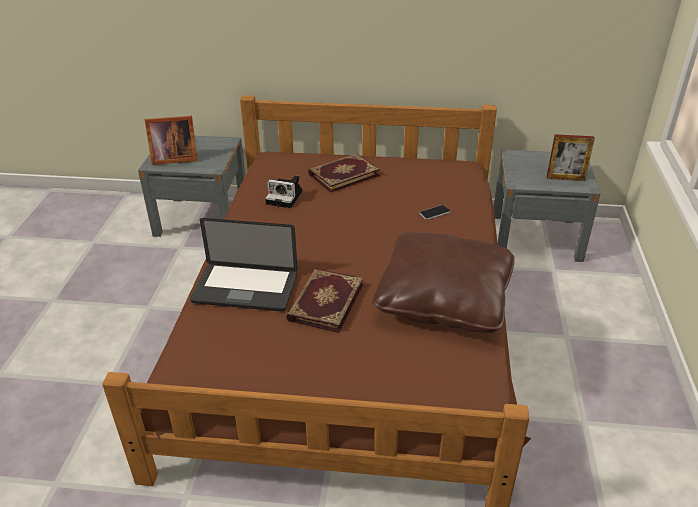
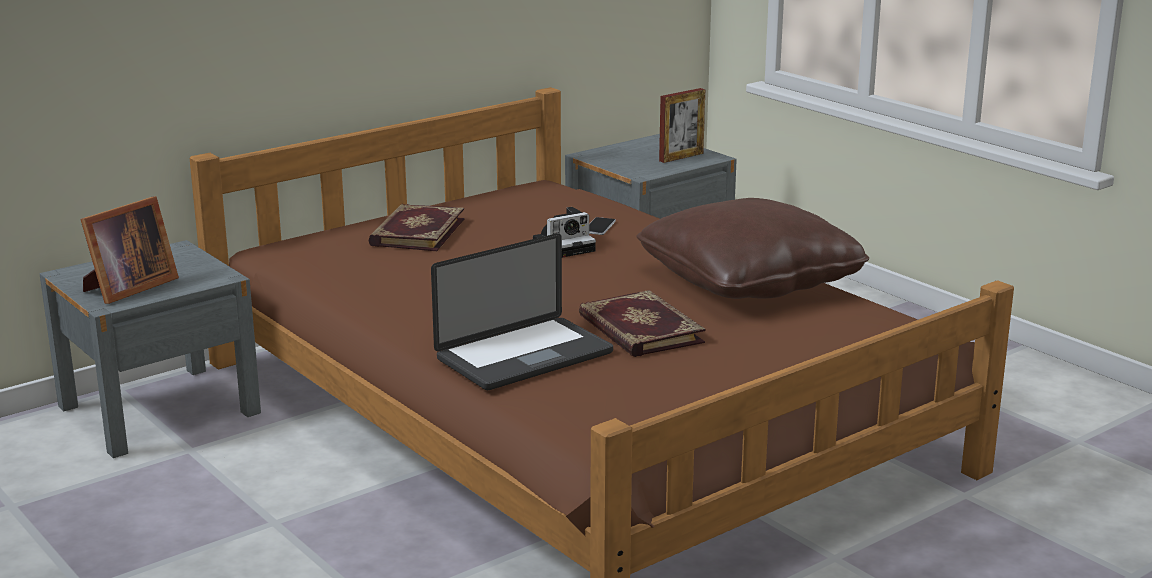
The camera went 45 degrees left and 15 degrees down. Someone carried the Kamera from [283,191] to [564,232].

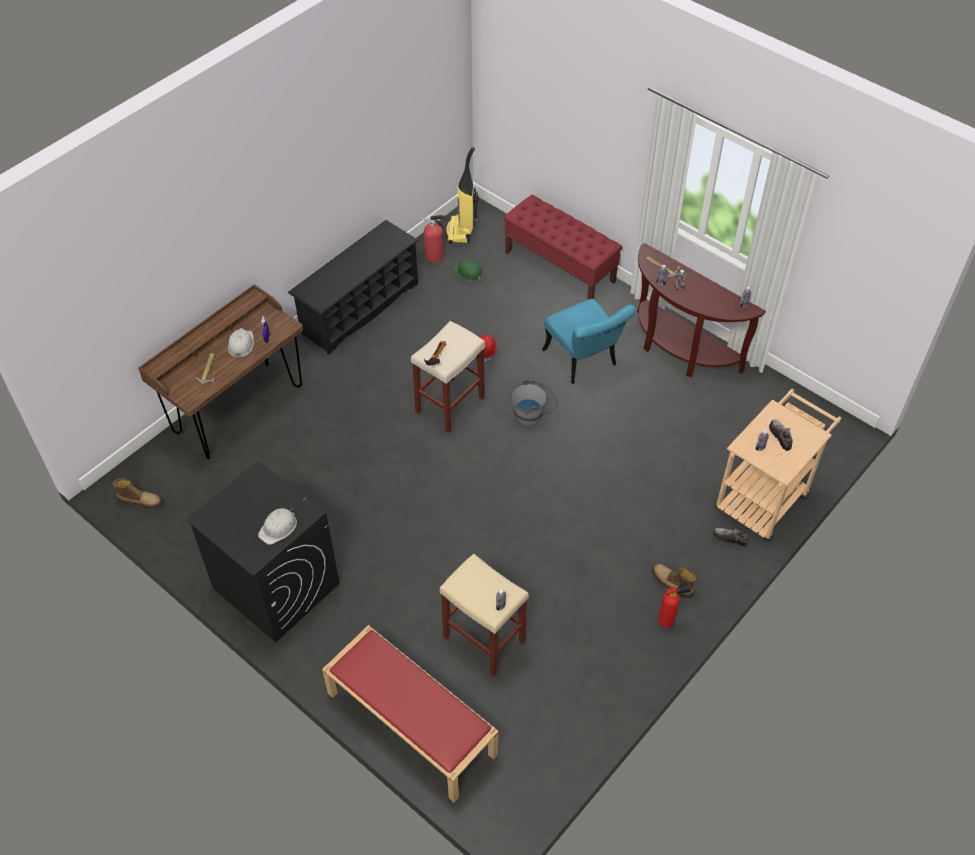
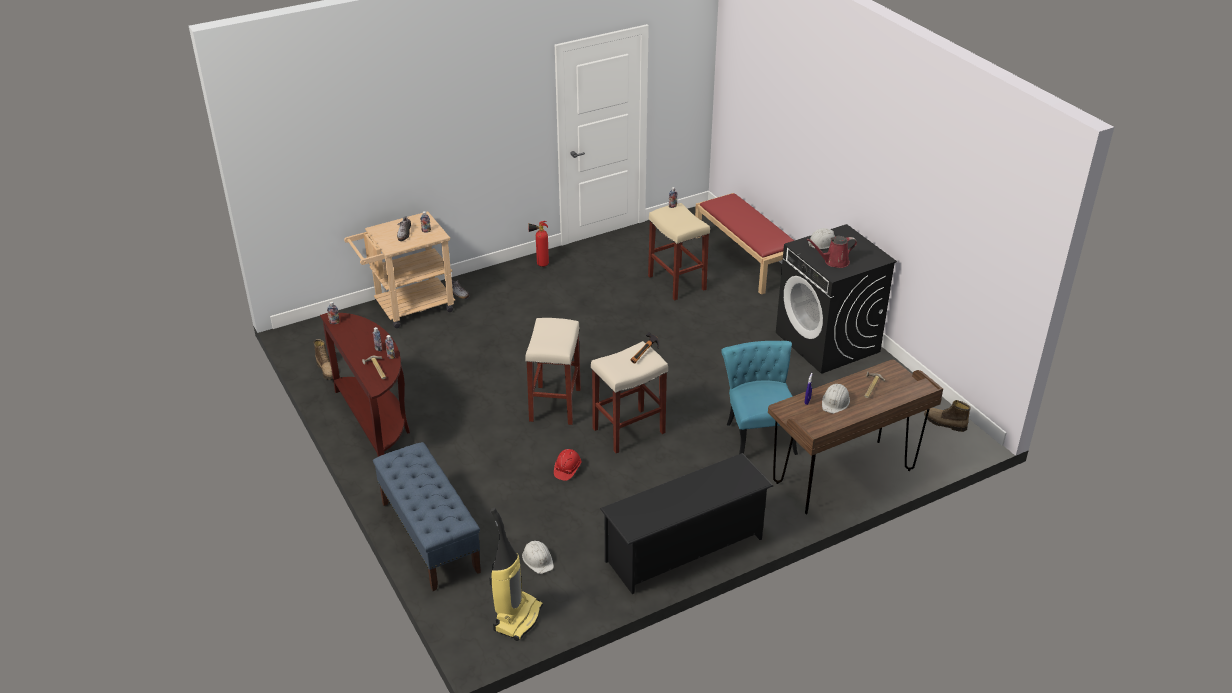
The camera went 160 degrees left and 15 degrees down. Someone carried the Stiefel from [674,581] to [323,359]. Someone repainted the Bank [rot] at [562,247], which became the Bank [blau] at [427,516]. Someone repainted the Schutzhelm [grün] at [468,270], which became the Schutzhelm [weiß] at [538,557]. Someone swapped the Eimer [grau] at [534,403] for the Hocker [beige] at [553,371]. Someone carried the Stuhl [türkis] from [589,341] to [759,398]. Someone put down the Gießkanne [rot] at [832,252]. Someone took away the Feuerlöscher at [436,238].

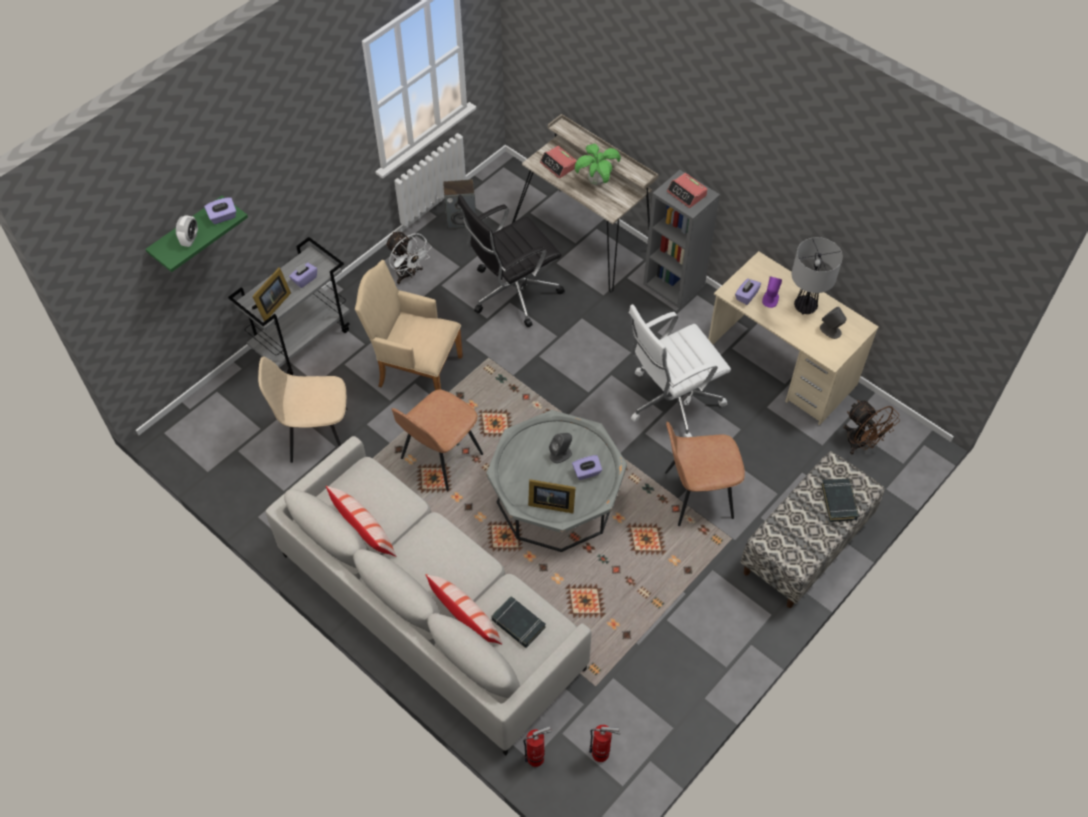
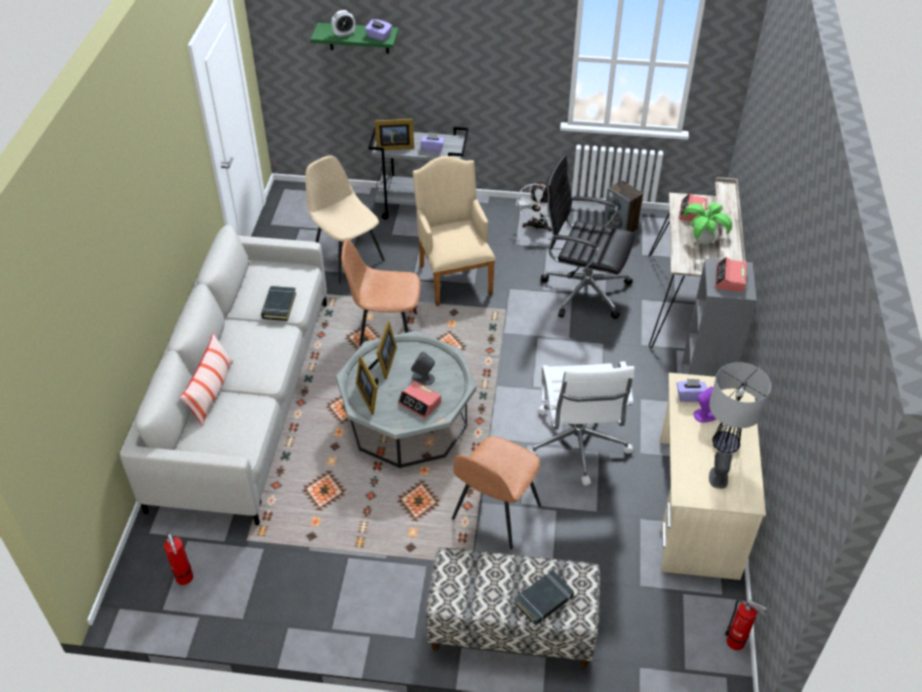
The camera went 55 degrees right and 10 degrees down. Someone carried the Buch [schwarz] from [518,622] to [278,303]. Someone put down the Bilderrahmen at [382,350]. Someone swapped the Taschentuchbox [lila] at [587,467] for the Wecker at [419,400]. Someone rotated the Stuhl [braun] at [705,473] by 105 degrees counterclockwise. Someone rotated the Bürostuhl [weiß] at [680,370] by 120 degrees counterclockwise. Someone carried the Feuerlöscher from [538,746] to [746,625]. Someone took away the Kissen at [361,521]. Someone took away the Ventilator [braun] at [871,427].

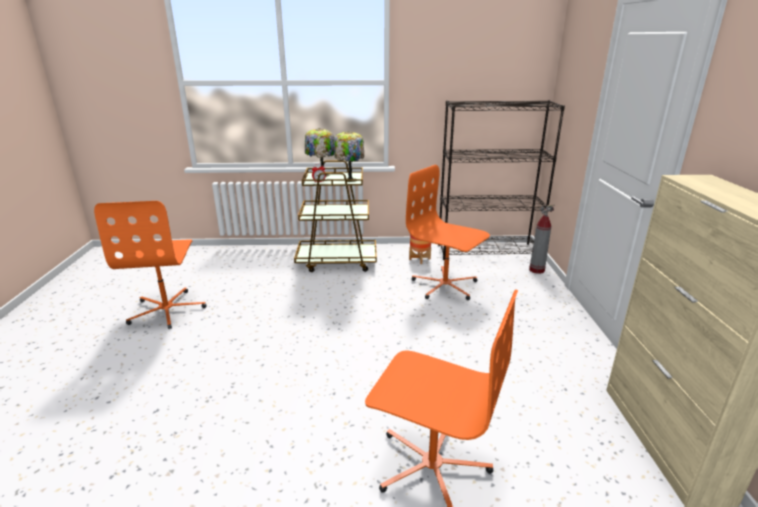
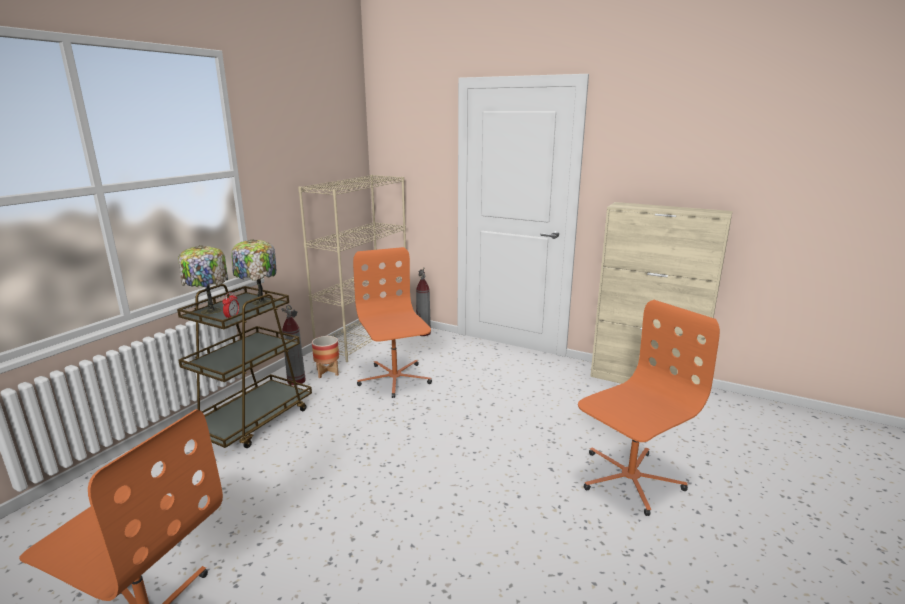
The camera went 60 degrees left and 5 degrees down. Someone put down the Feuerlöscher at [293,345]. Someone repainted the Bücherregal [schwarz] at [501,180], which became the Bücherregal [beige] at [352,268]. Someone rotated the Bürostuhl [orange] at [448,232] by 90 degrees clockwise.

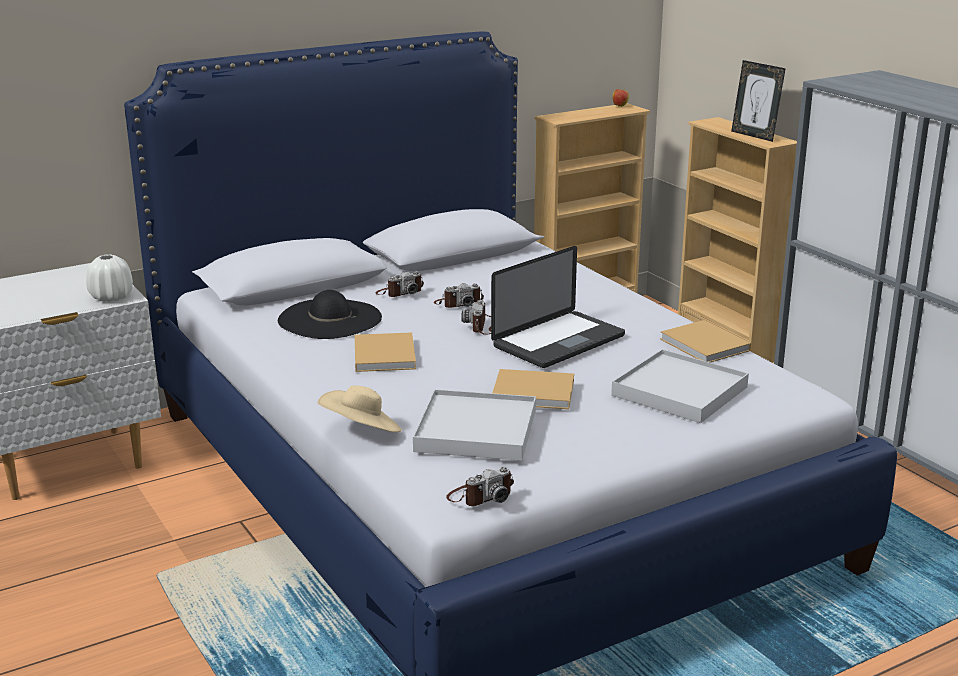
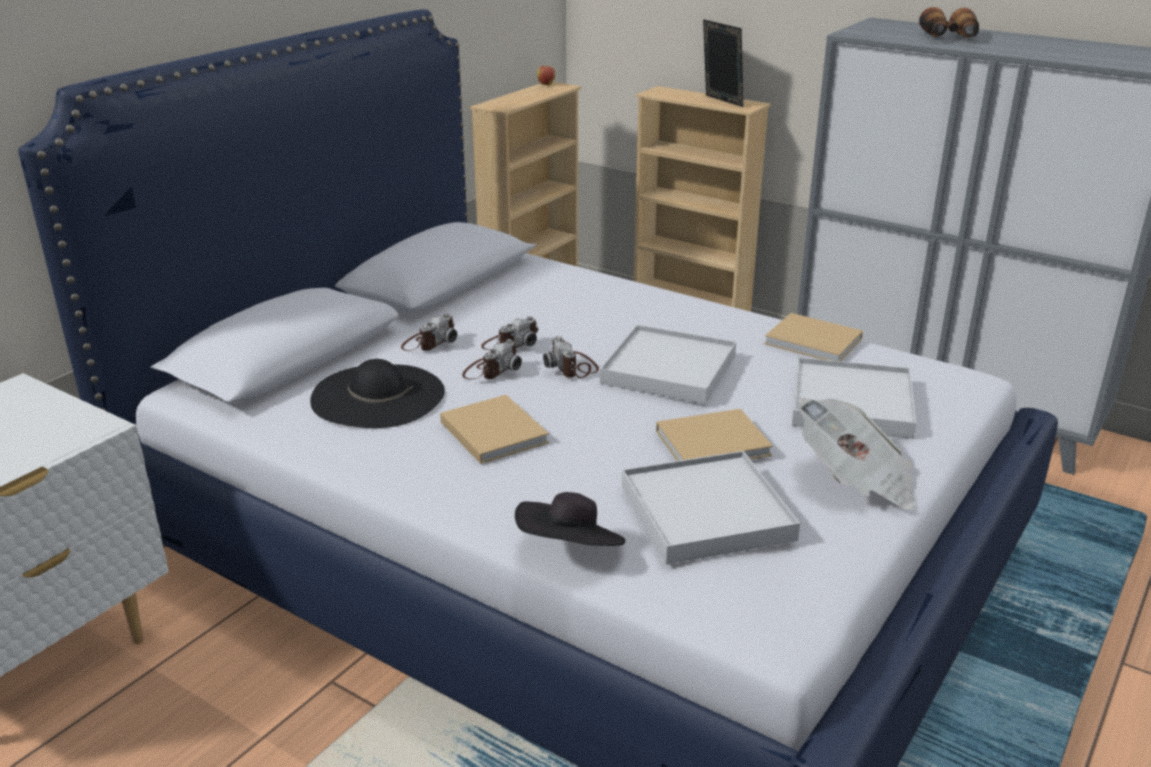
The camera went 25 degrees left and 5 degrees up. Someone carried the Kamera from [480,486] to [492,359]. Someone repainted the Hut [beige] at [359,408], which became the Hut [schwarz] at [570,519]. Someone swapped the Laptop at [558,307] for the Tablett [weiß] at [668,364]. Someone rotated the Bilderrahmen at [758,101] by 150 degrees counterclockwise. Someone put down the Zeitung at [856,454]. Someone put down the Fernglas at [949,22]. Someone took away the Vase [weiß] at [109,278].

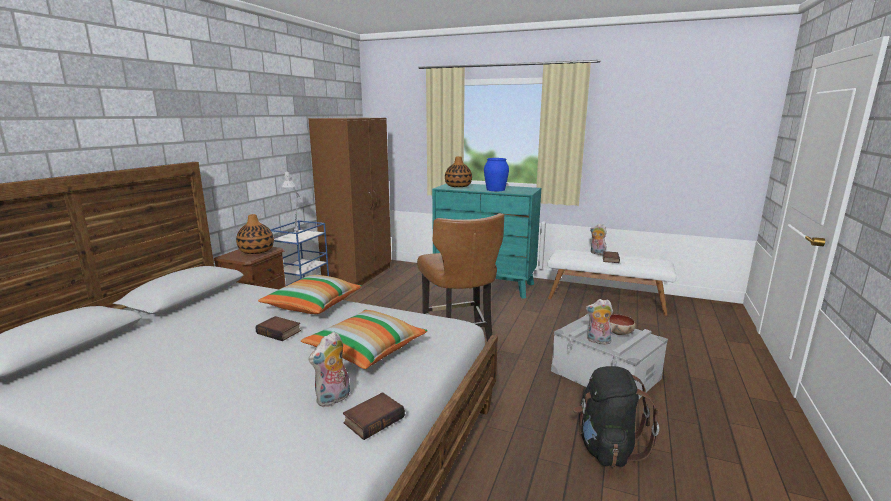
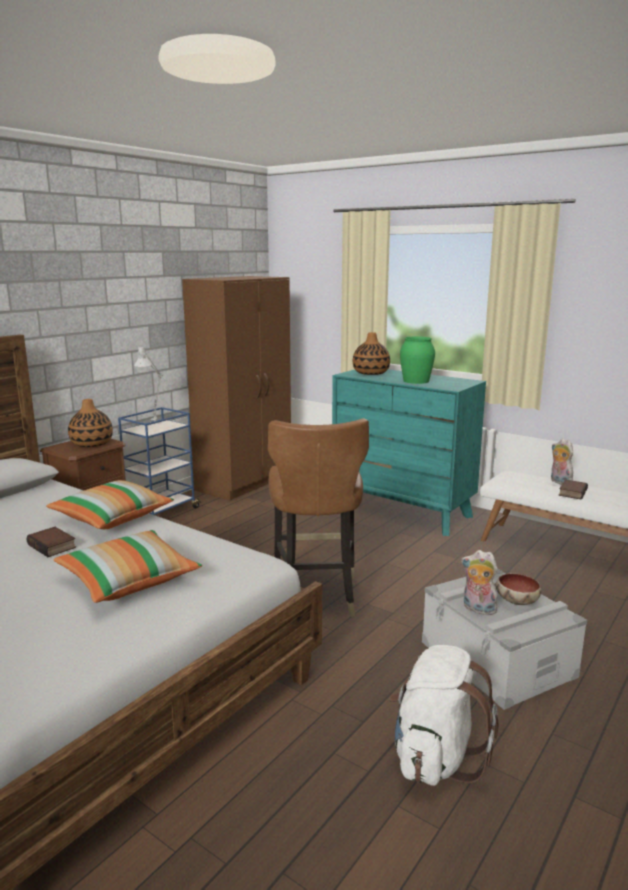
The camera went 15 degrees right and 0 degrees up. Someone repainted the Rucksack [schwarz] at [616,416], which became the Rucksack [weiß] at [444,715]. Someone repainted the Vase [blau] at [496,174], which became the Vase [grün] at [417,360]. Someone took away the Plüschtier at [329,369]. Someone took away the Buch at [374,416].

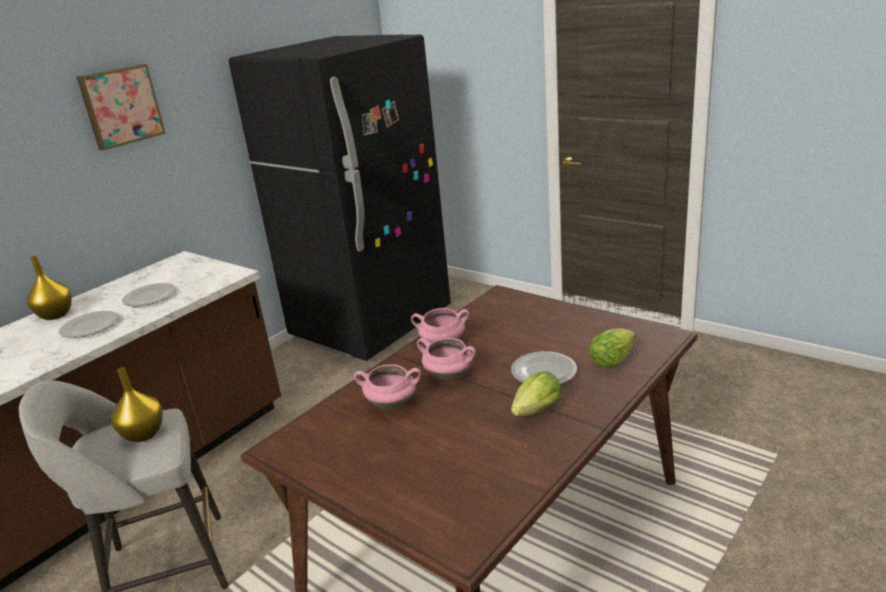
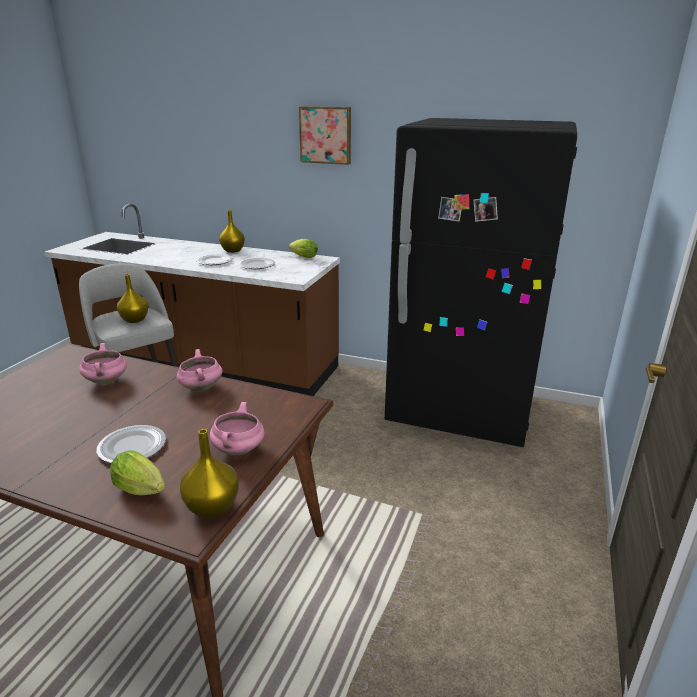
The camera went 70 degrees right and 0 degrees up. Someone put down the Vase [gelb] at [209,473]. Someone carried the Kochtopf [rosa] from [446,359] to [237,428]. Someone carried the Salatkopf from [536,393] to [303,248].

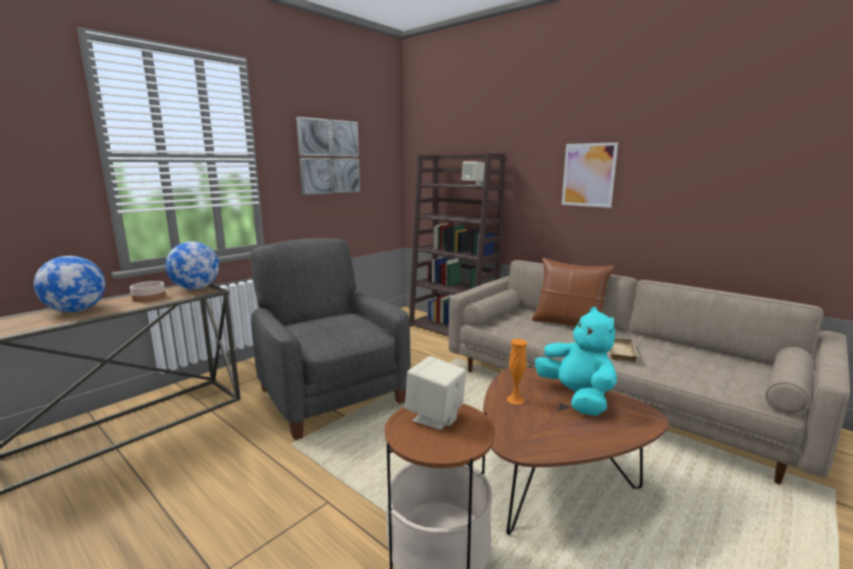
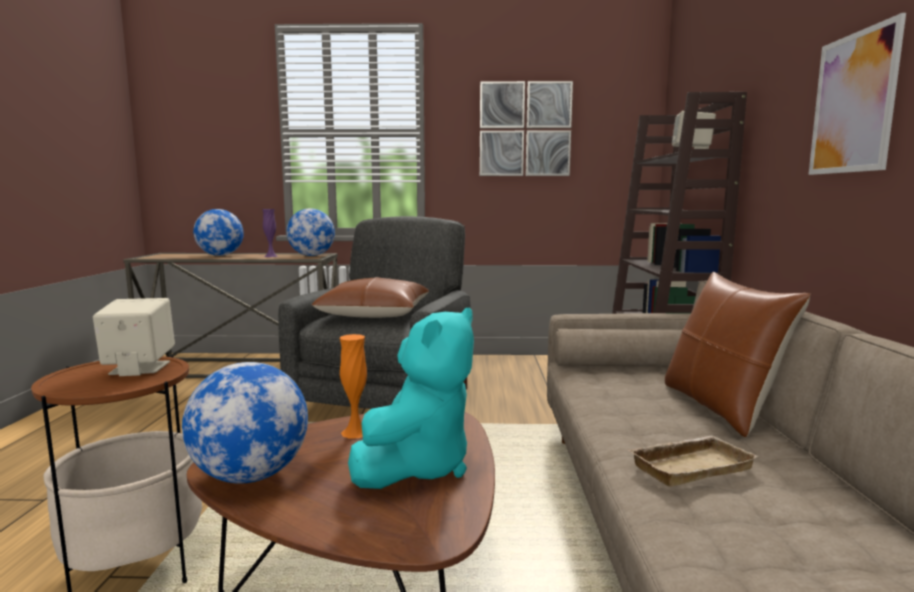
The camera went 50 degrees right and 5 degrees down. Someone put down the Globus at [245,422]. Someone swapped the Schüssel at [148,291] for the Vase [lila] at [270,233]. Someone put down the Kissen [braun] at [370,297].

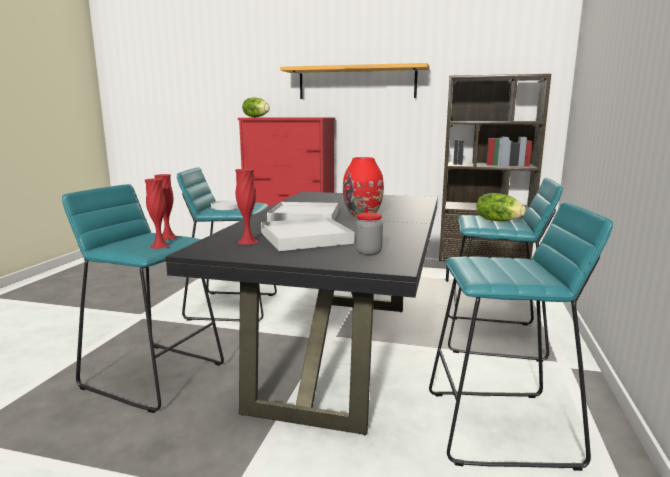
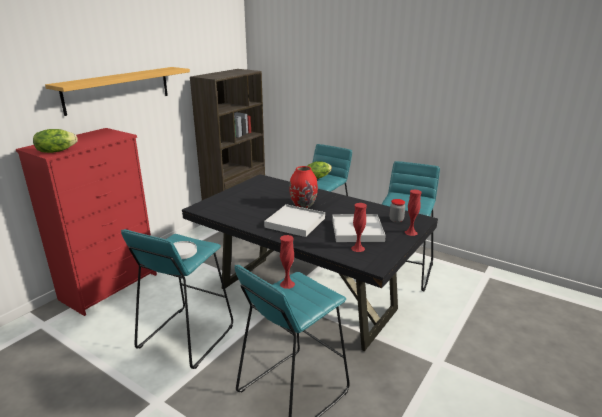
The camera went 70 degrees left and 10 degrees up. Someone carried the Vase [rot] from [157,213] to [413,212].

